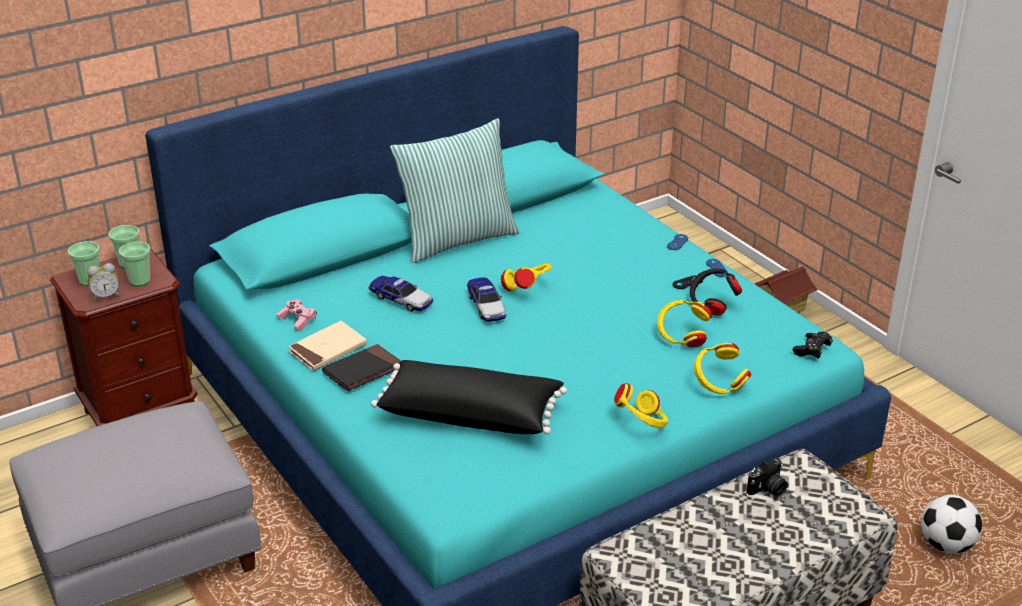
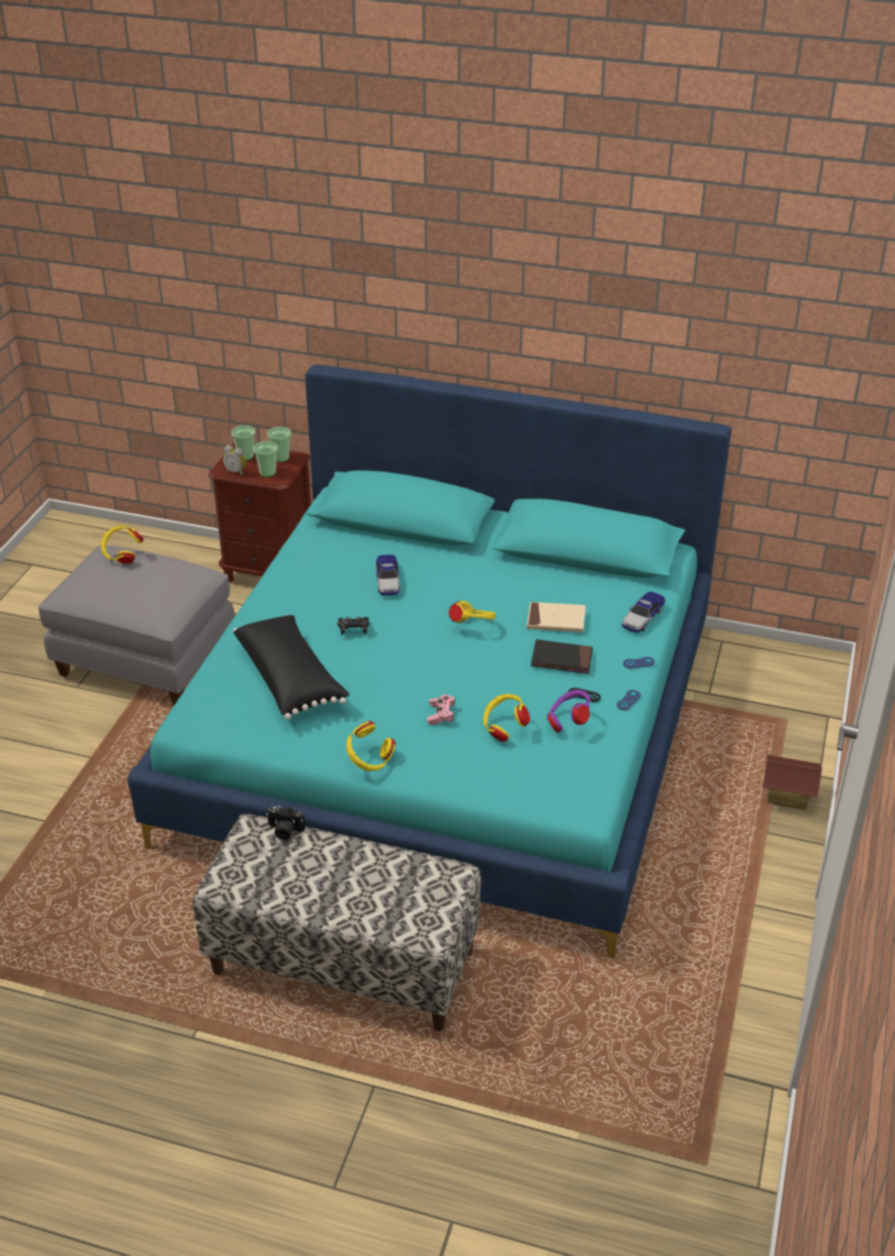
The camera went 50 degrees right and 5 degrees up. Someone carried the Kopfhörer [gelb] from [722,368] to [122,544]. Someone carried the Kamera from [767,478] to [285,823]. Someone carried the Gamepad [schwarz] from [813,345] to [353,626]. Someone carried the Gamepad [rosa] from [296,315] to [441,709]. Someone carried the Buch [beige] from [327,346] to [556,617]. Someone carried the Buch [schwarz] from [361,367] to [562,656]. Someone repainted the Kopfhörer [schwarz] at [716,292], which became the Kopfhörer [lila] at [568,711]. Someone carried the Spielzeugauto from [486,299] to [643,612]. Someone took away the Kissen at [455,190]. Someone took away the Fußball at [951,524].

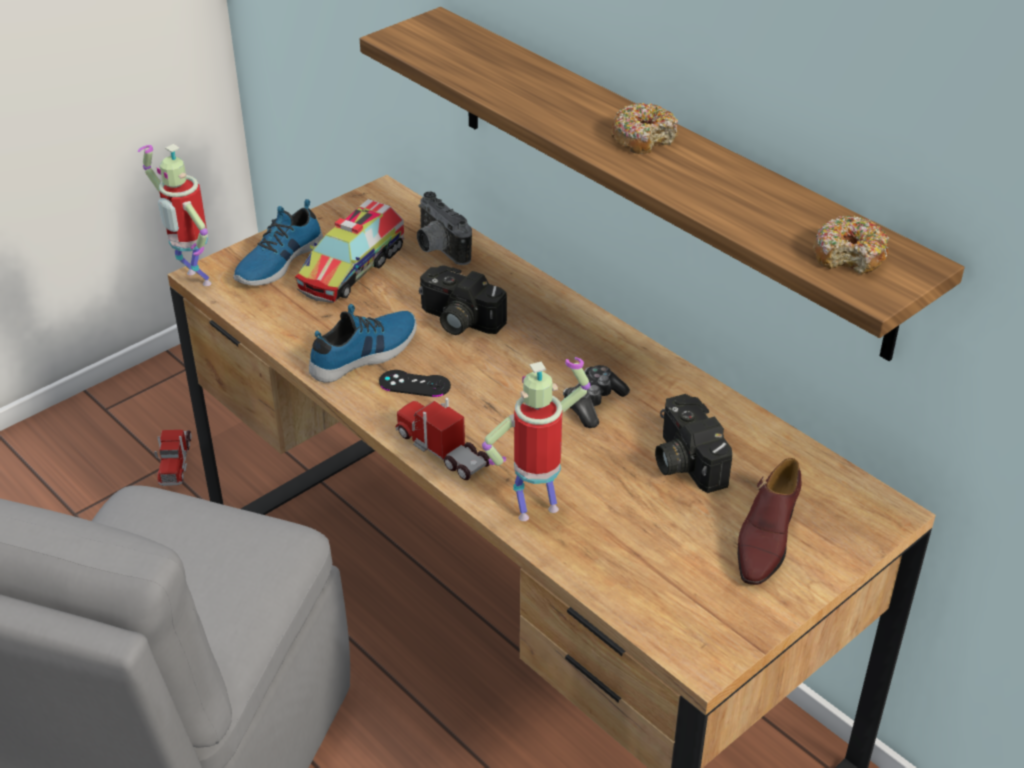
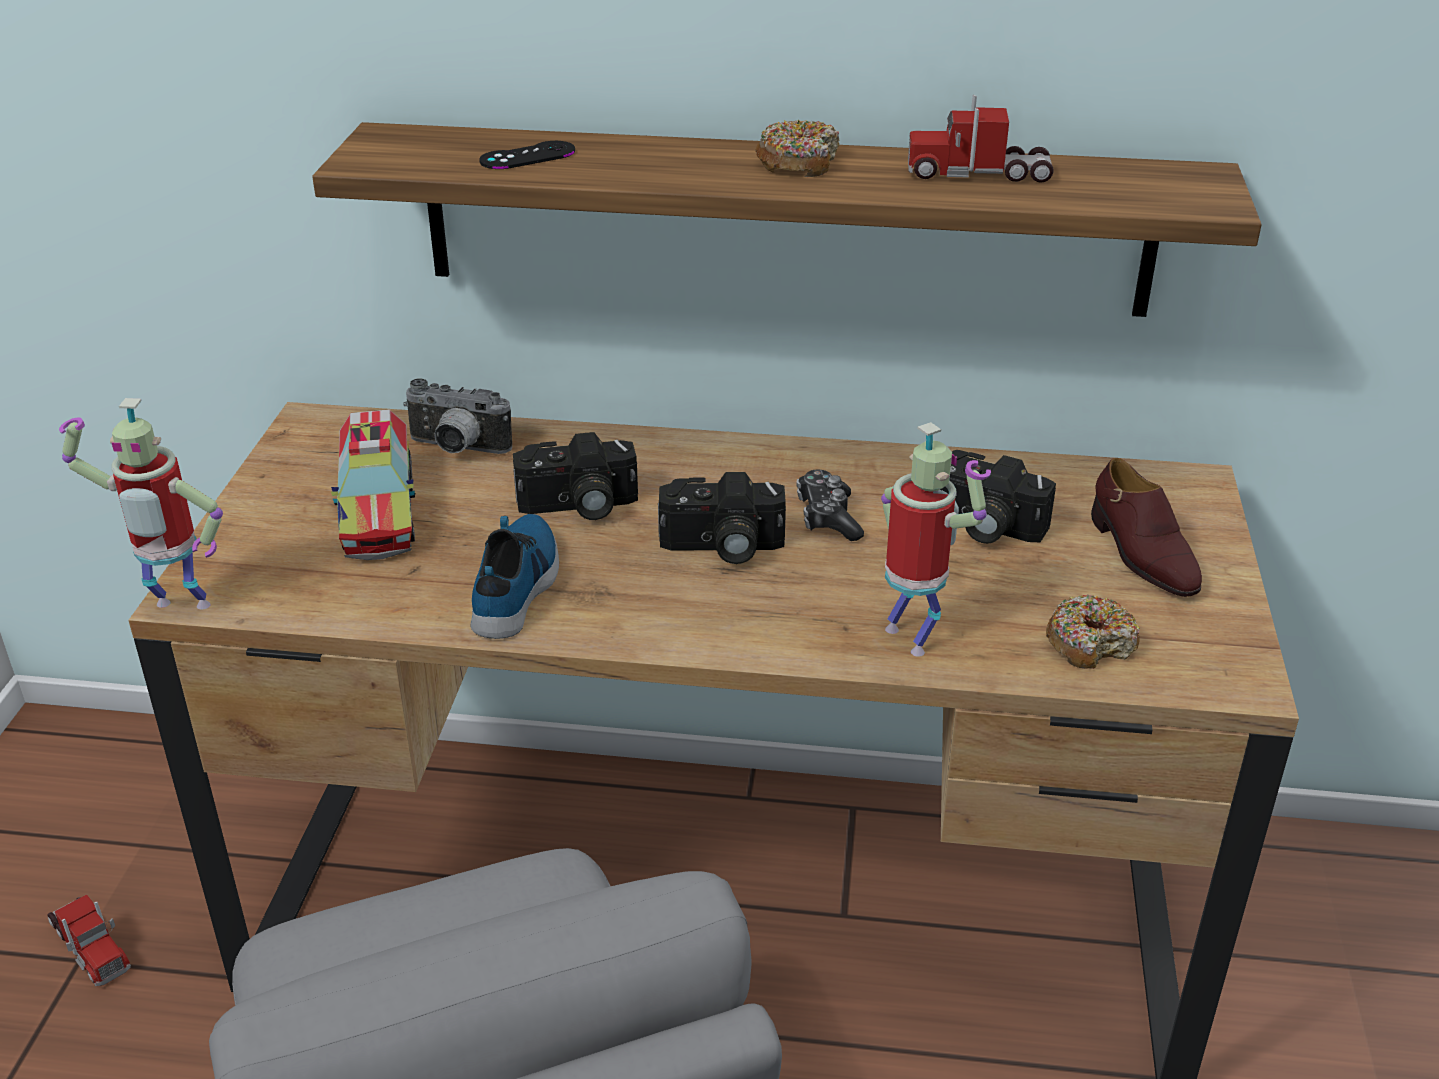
The camera went 40 degrees left and 5 degrees down. Someone carried the Gamepad [schwarz] from [415,383] to [527,155]. Someone put down the Kamera at [722,518]. Someone rotated the Spielzeugroboter at [536,439] by 120 degrees clockwise. Someone carried the Spielzeuglaster from [443,438] to [981,139]. Someone carried the Donut from [851,245] to [1093,631]. Someone took away the Schuh at [278,242].

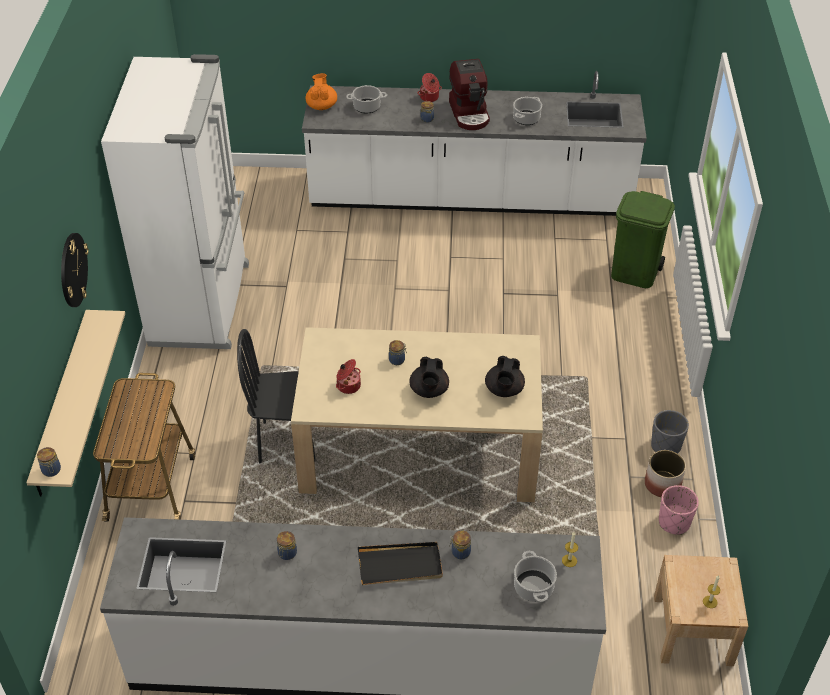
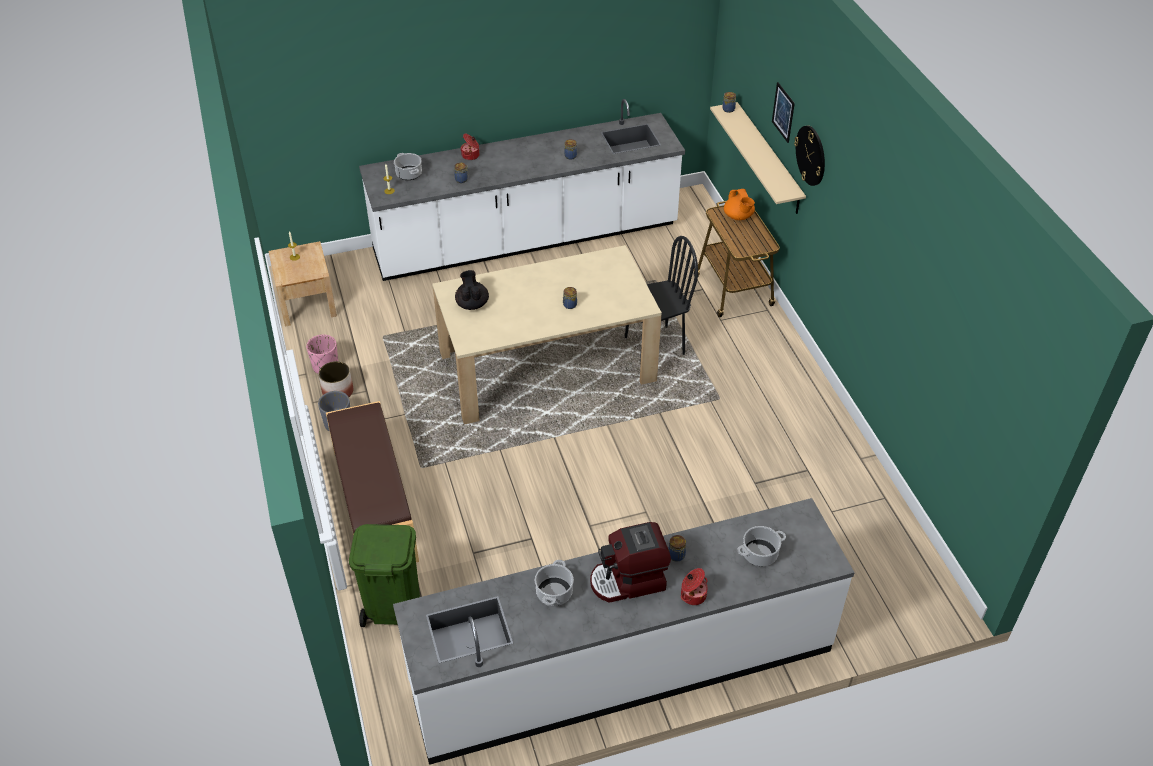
The camera went 160 degrees right and 0 degrees up. Someone put down the Bank [braun] at [372,481]. Someone carried the Kochtopf from [348,376] to [470,147]. Someone rotated the Kaffeemaschine at [469,94] by 75 degrees counterclockwise. Someone carried the Teekanne [orange] from [321,91] to [739,204]. Someone put up the Bild at [783,112]. Someone took away the Kühlschrank [weiß] at [175,201]. Someone took away the Tablett [schwarz] at [400,563]. Someone took away the Teekanne [schwarz] at [429,377].

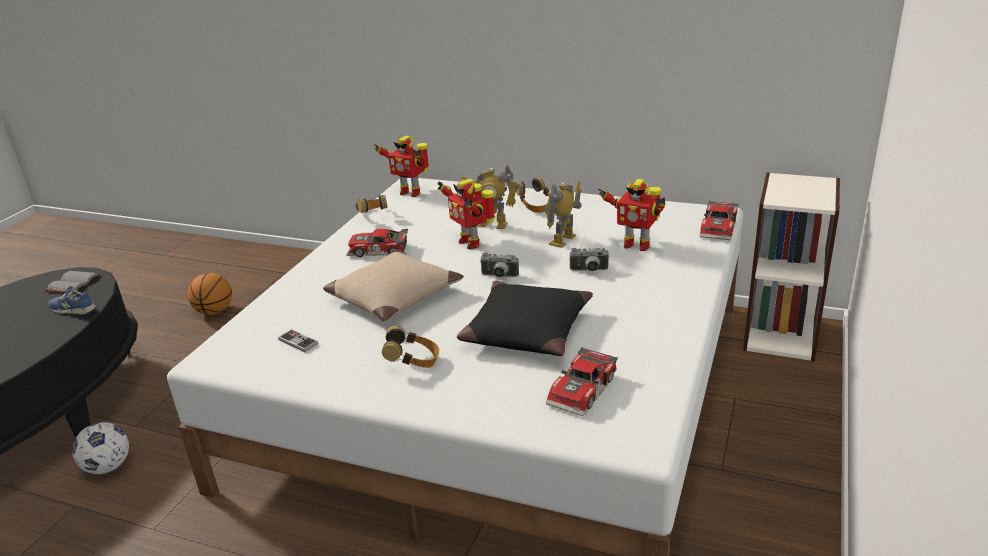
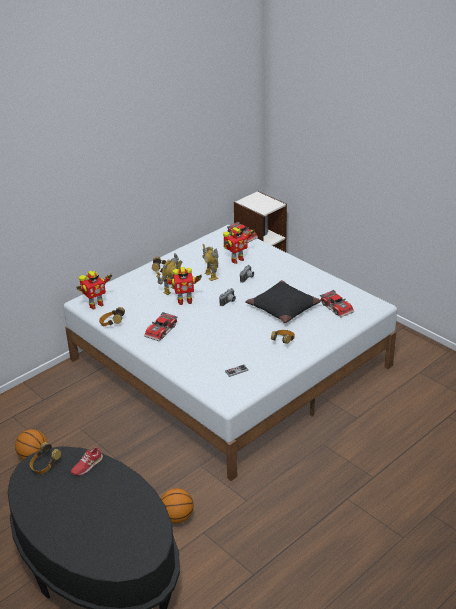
The camera went 65 degrees left and 5 degrees up. Someone swapped the Buch [grau] at [72,282] for the Kopfhörer at [45,458]. Someone repainted the Schuh [blau] at [72,300], which became the Schuh [rot] at [87,461]. Someone swapped the Fußball at [100,448] for the Basketball at [177,506]. Someone took away the Kissen [beige] at [393,285].

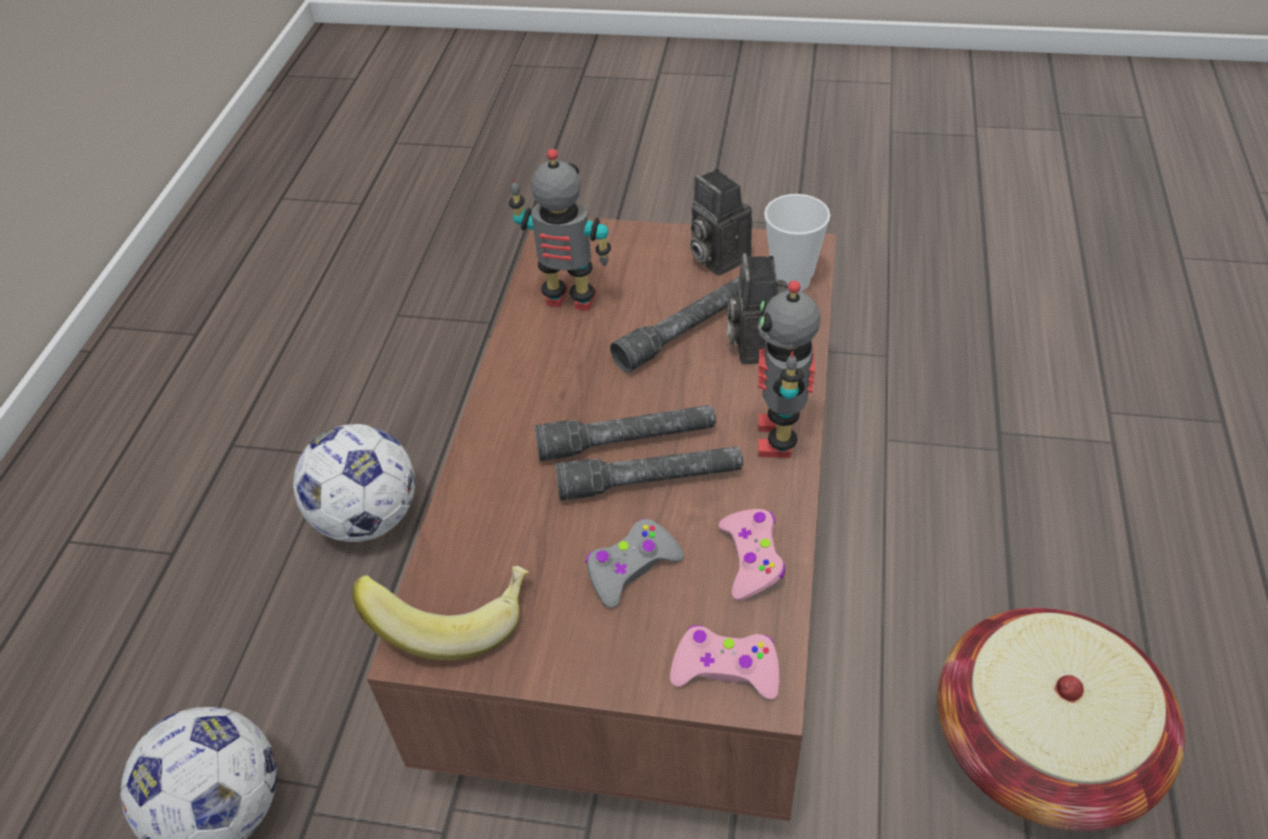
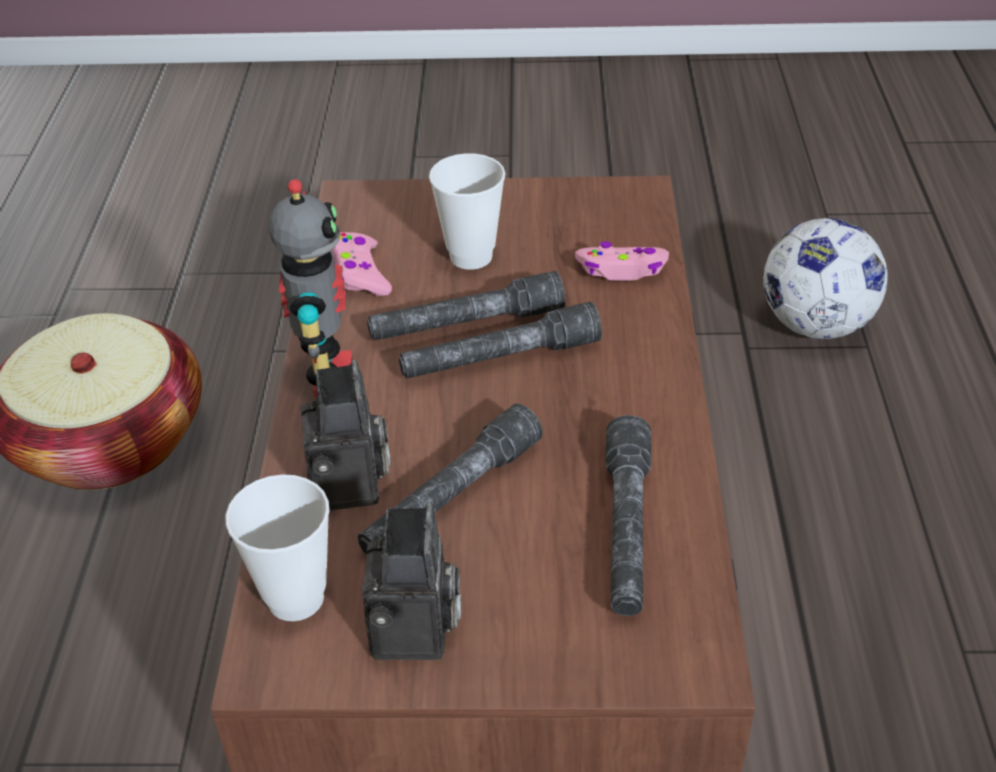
The camera went 170 degrees right and 5 degrees down. Someone rotated the Kamera at [721,222] by 45 degrees clockwise. Someone swapped the Gamepad [grau] at [635,563] for the Tasse at [467,211]. Someone carried the Gamepad [rosa] from [724,662] to [622,261]. Someone swapped the Spielzeugroboter at [560,230] for the Taschenlampe [grau] at [628,515]. Someone took away the Fußball at [354,483]. Someone took away the Banane at [440,613].

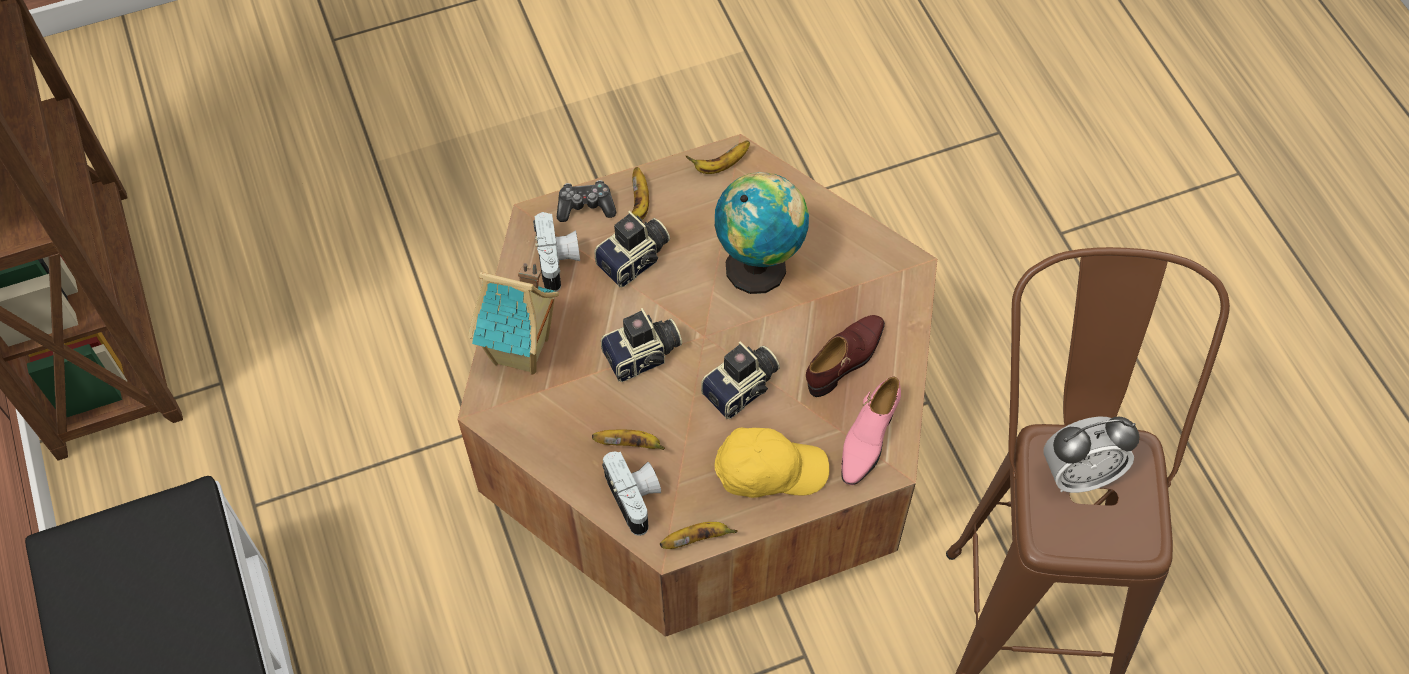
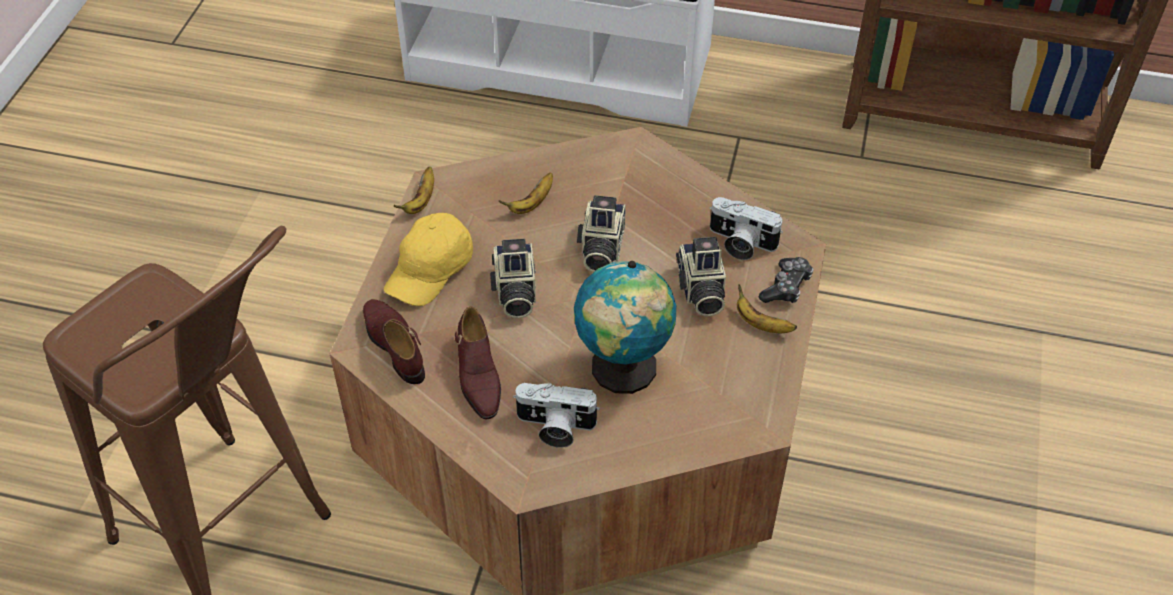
The camera went 125 degrees right and 10 degrees down. Someone repainted the Schuh [rosa] at [871,431], which became the Schuh [braun] at [394,341]. Someone carried the Kamera from [631,494] to [556,415]. Someone took away the Spielzeughaus at [513,319]. Someone took away the Banane at [718,157]. Someone took away the Wecker at [1091,455].

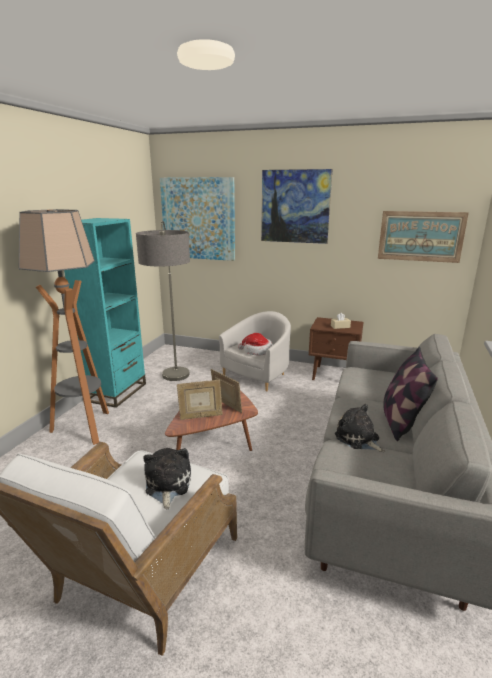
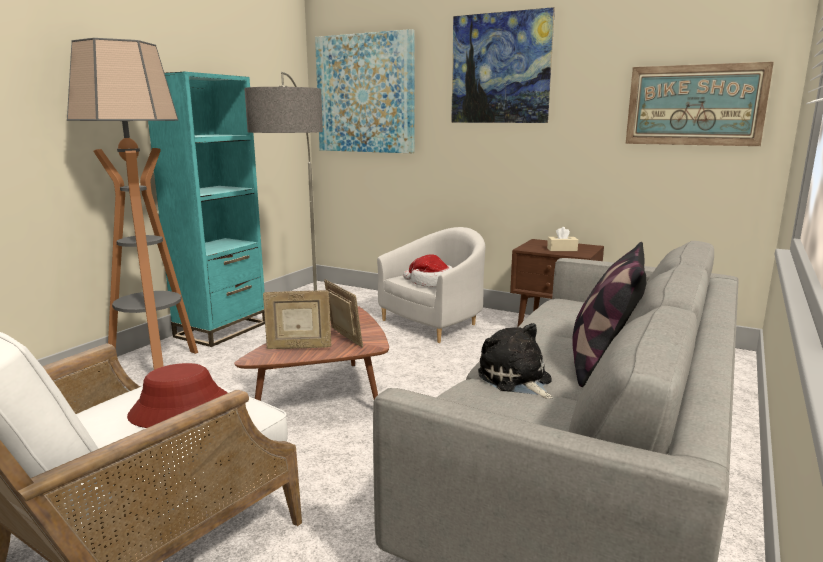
The camera went 10 degrees right and 5 degrees down. Someone swapped the Plüschtier at [167,478] for the Hut [rot] at [177,395].

